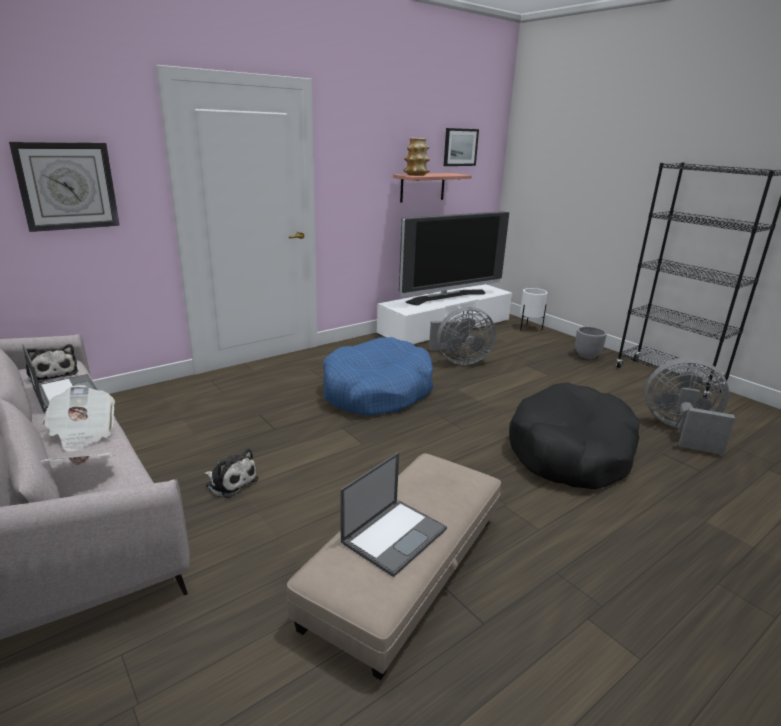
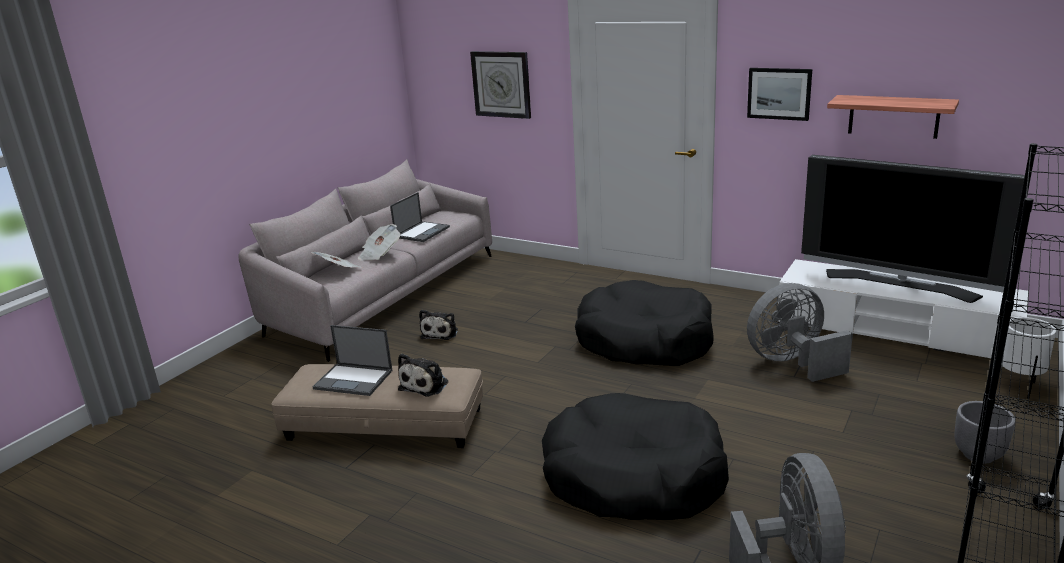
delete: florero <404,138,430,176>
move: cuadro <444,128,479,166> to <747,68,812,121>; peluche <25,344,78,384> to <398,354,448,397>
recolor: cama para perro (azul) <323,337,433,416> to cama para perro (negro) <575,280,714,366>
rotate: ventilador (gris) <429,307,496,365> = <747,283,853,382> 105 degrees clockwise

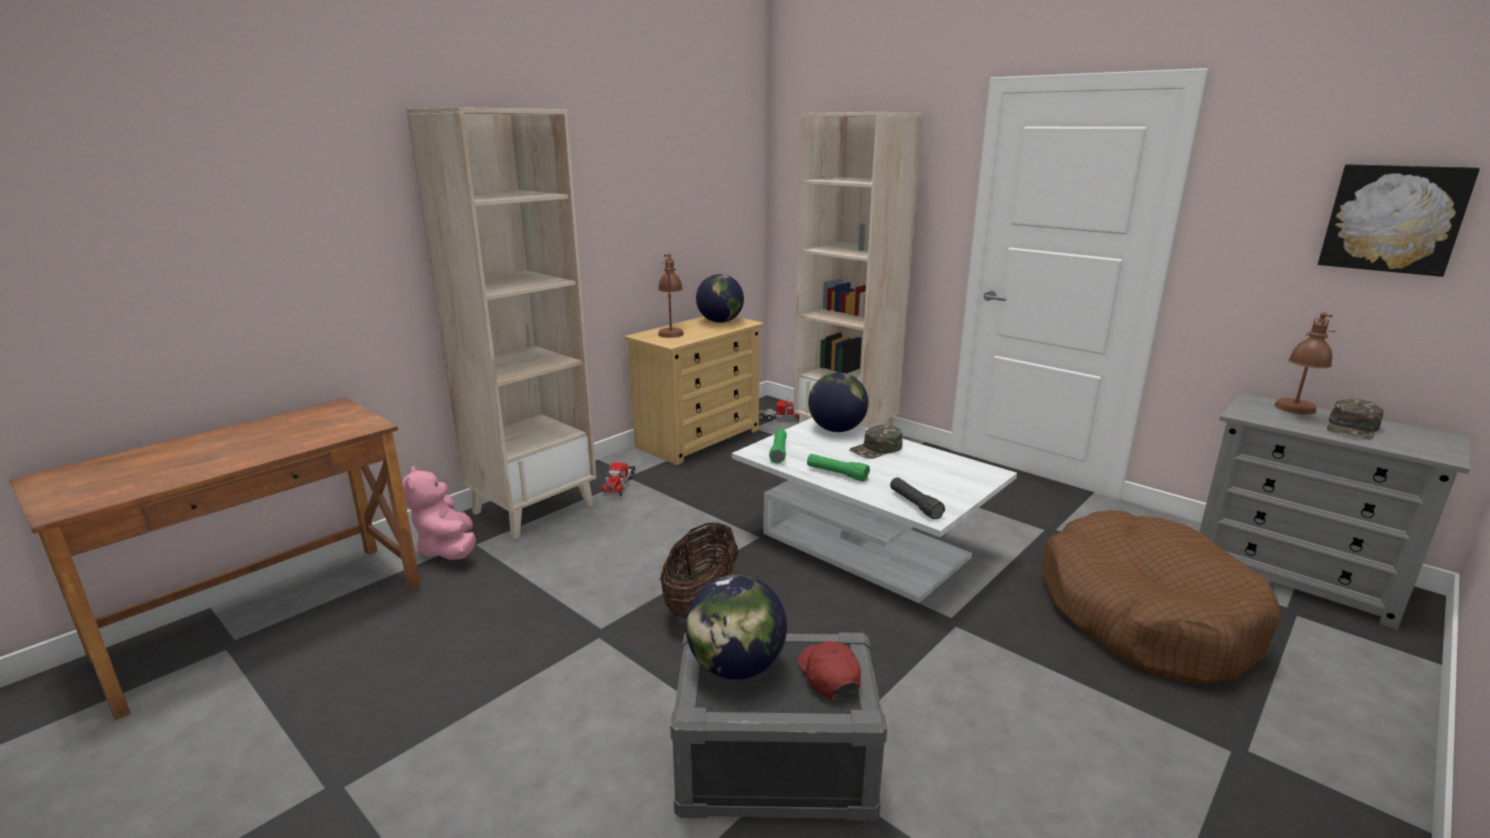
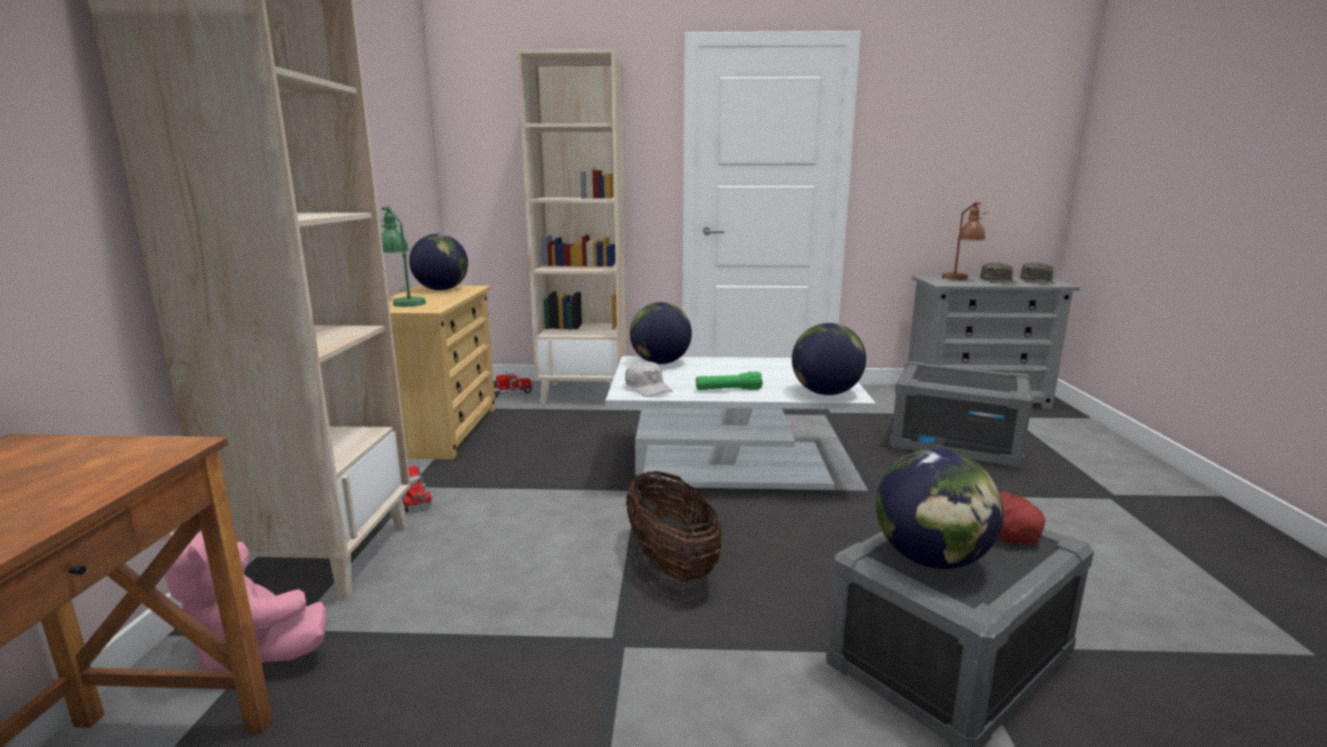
delete: cuadro <1318,164,1480,277>
move: gorra (verde) <849,425,903,459> to <1020,262,1055,284>
replace: linterna (verde) <769,429,787,464> to gorra (blanco) <625,360,672,397>; linterna (negro) <890,477,945,519> to globo terráqueo <792,323,866,395>; cama para perro (marrón) <1042,510,1281,685> to caja de almacenaje (gris) <890,361,1033,469>
recolor: lámpara de mesa (marrón) <658,254,684,338> to lámpara de mesa (verde) <380,206,426,307>

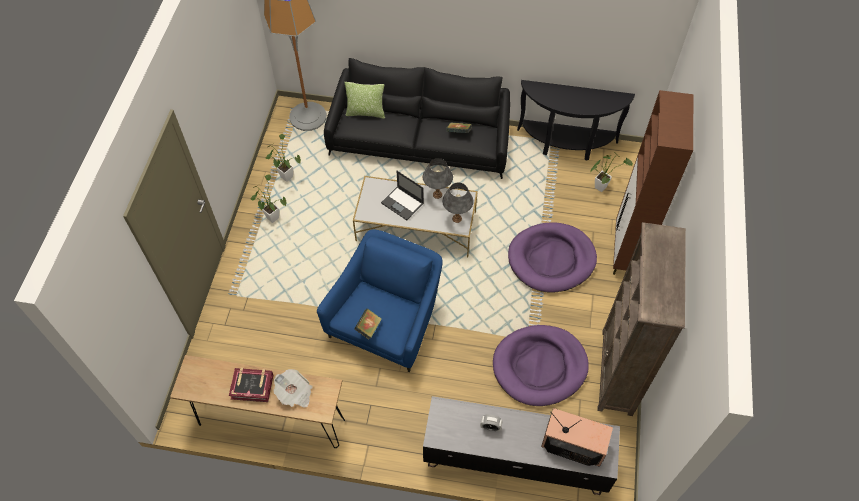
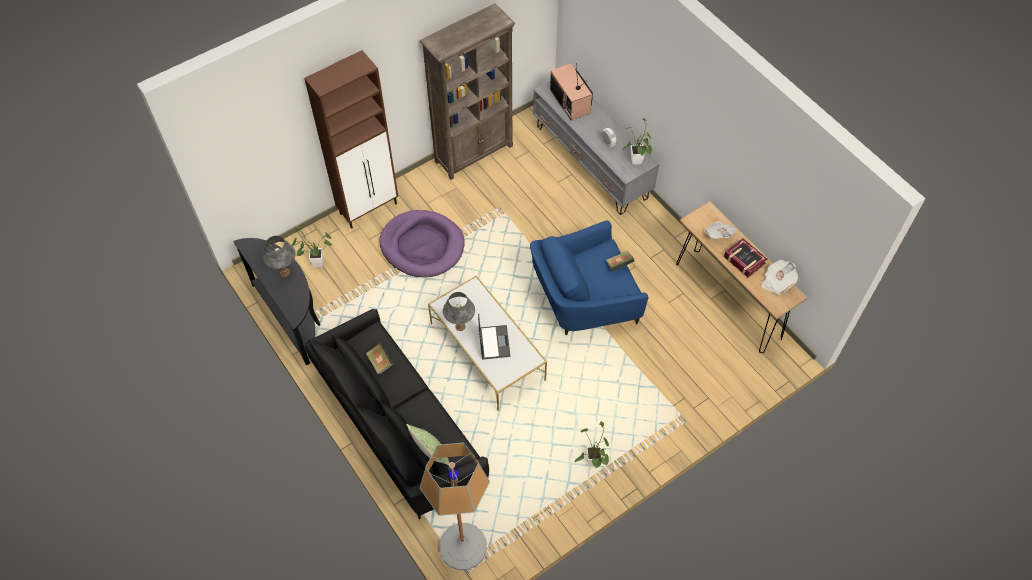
delete: cama para perro (morado) <493,325,589,406>
insert: periódico <761,260,798,295>
move: planta en maceta <265,134,301,182> to <622,118,652,165>; lámpara de mesa (gris) <442,182,474,223> to <262,236,296,277>

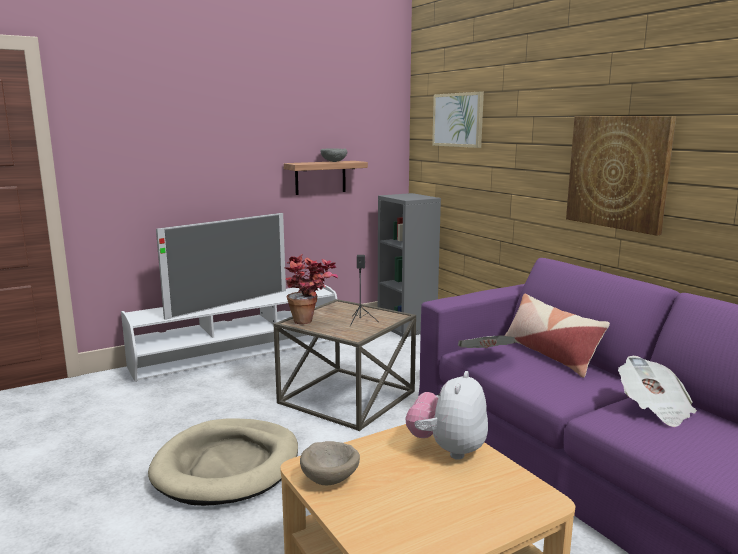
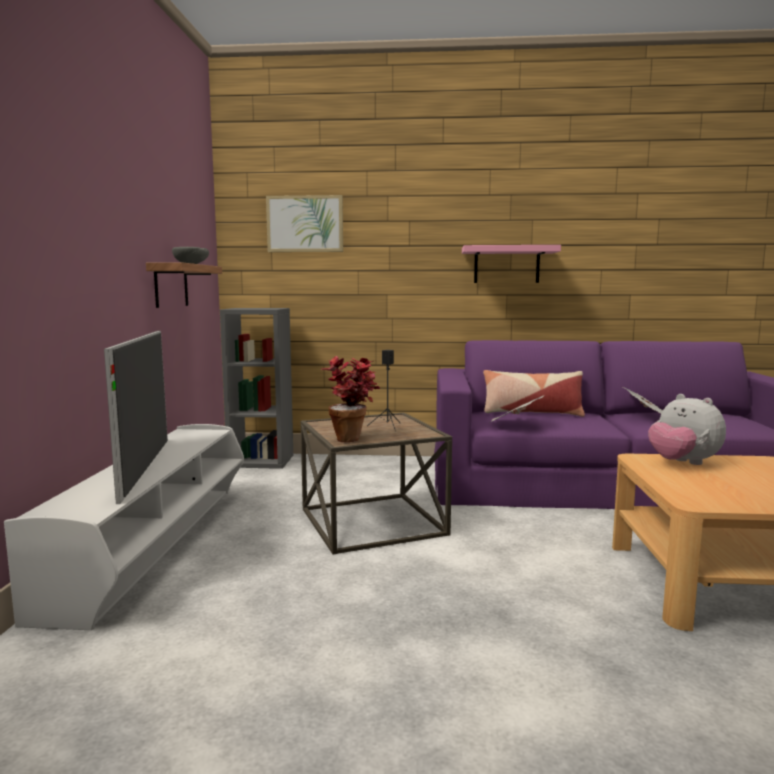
delete: cama para perro (beis) <148,419,298,506>; cuenco (beis) <300,441,360,485>
replace: cuadro <566,116,676,236> to estante (rosa) <462,245,561,283>

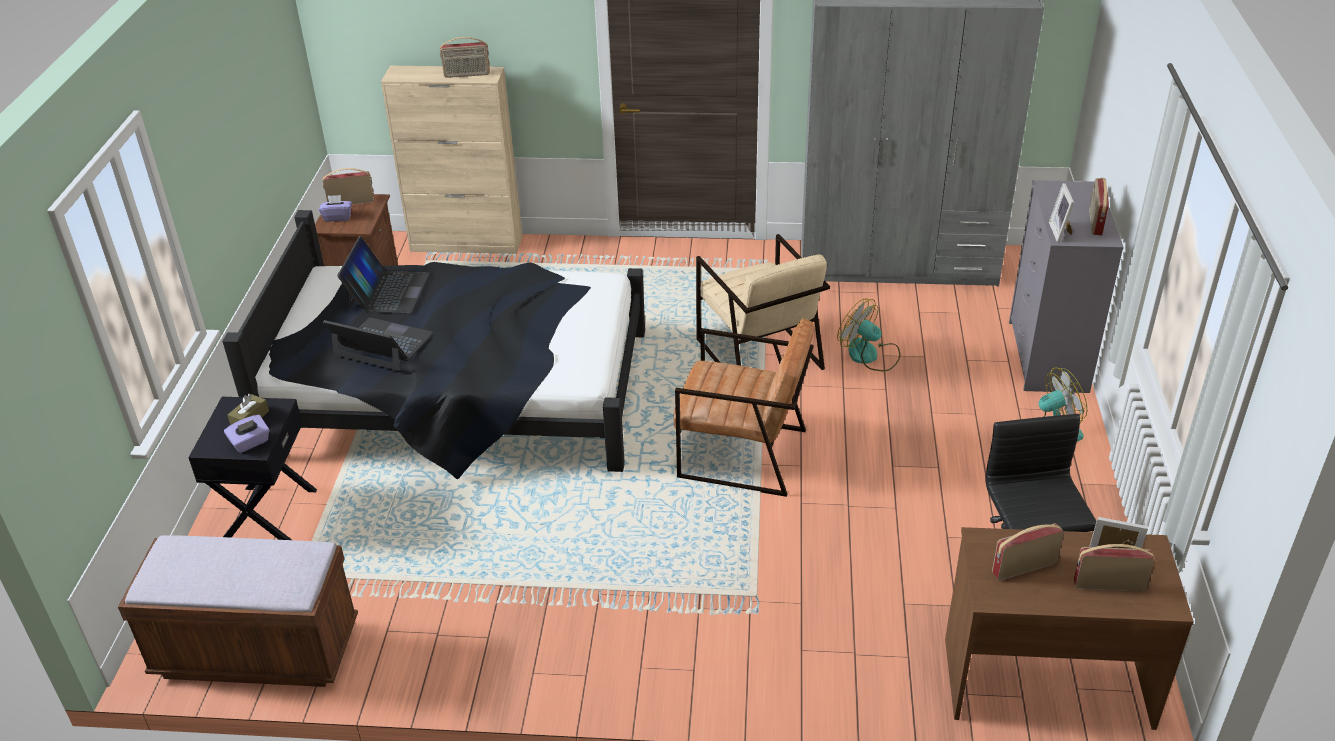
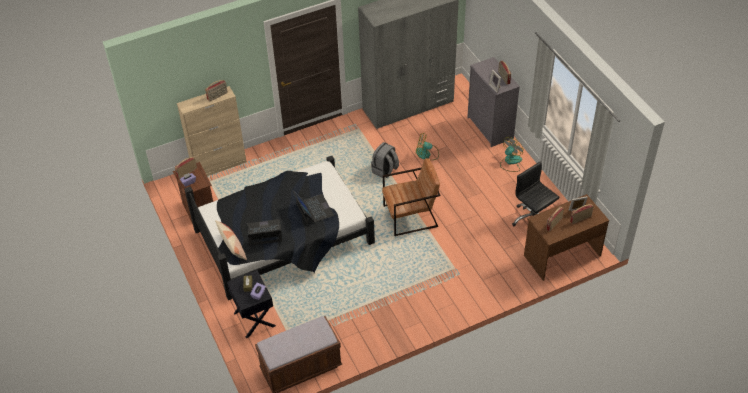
insert: cojín <215,220,247,260>
move: portátil <337,236,430,314> to <293,191,334,225>
replace: sillón (beis) <696,234,830,370> to mochila (gris) <371,142,399,178>

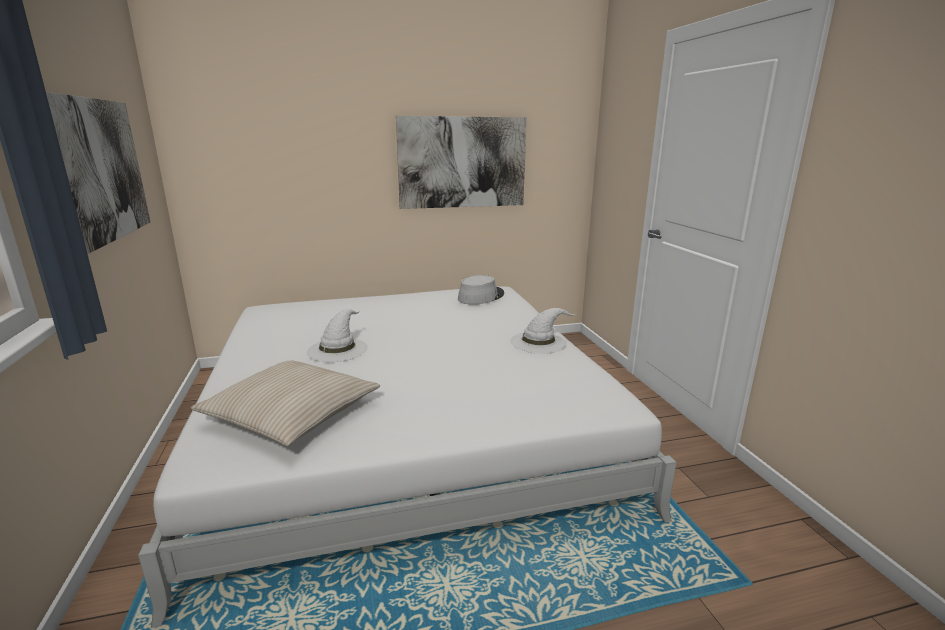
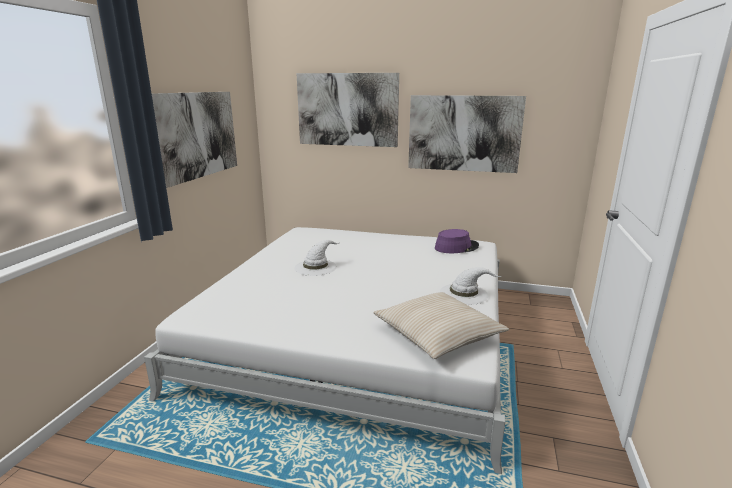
insert: cuadro <297,73,399,147>
move: cojín (beis) <191,360,380,446> to <374,292,509,359>
recolor: sombrero (gris) <458,275,504,305> to sombrero (morado) <435,229,479,253>

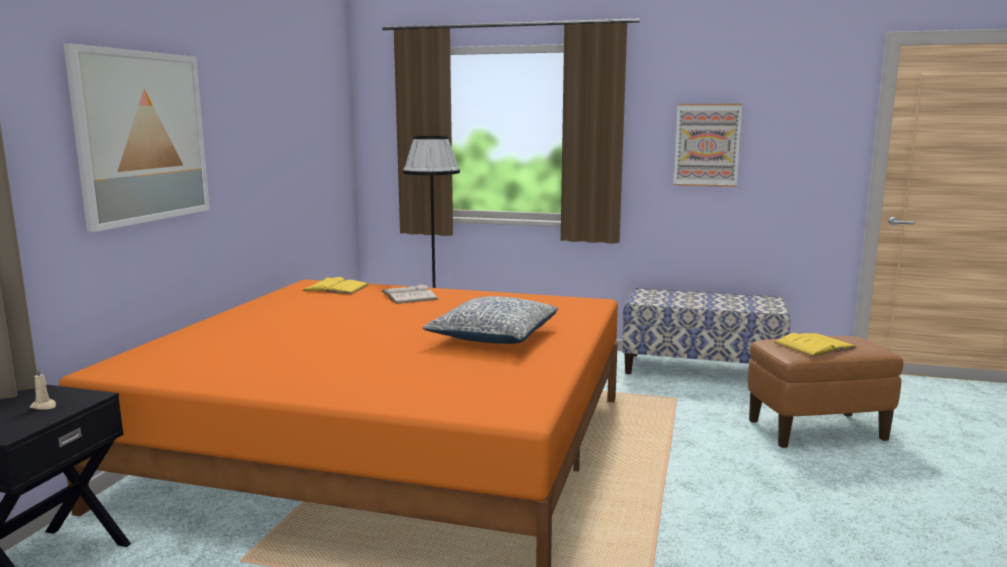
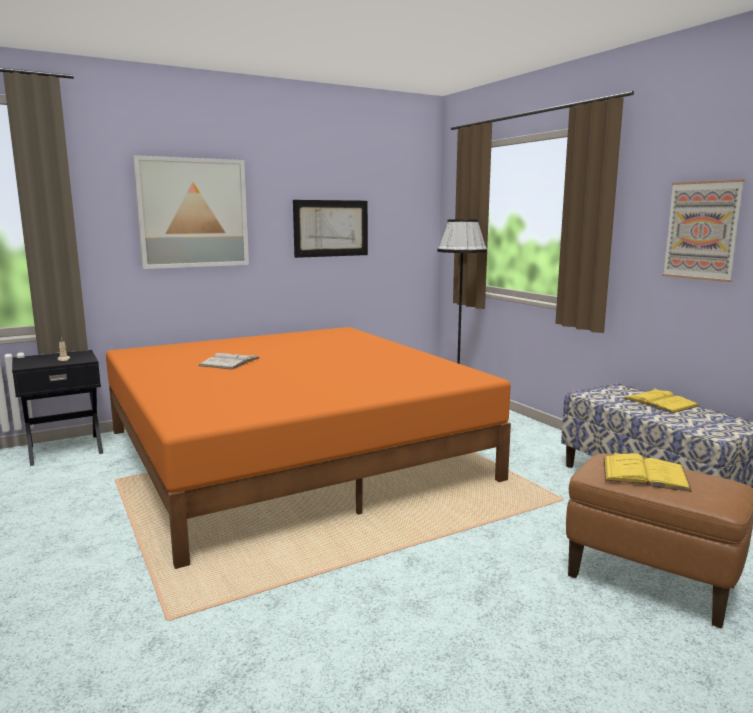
delete: cojín <423,296,558,344>
insert: cuadro <293,200,368,258>
move: libro (amarillo) <302,277,368,294> to <623,388,699,413>; libro (blanco) <382,283,438,304> to <198,353,259,370>

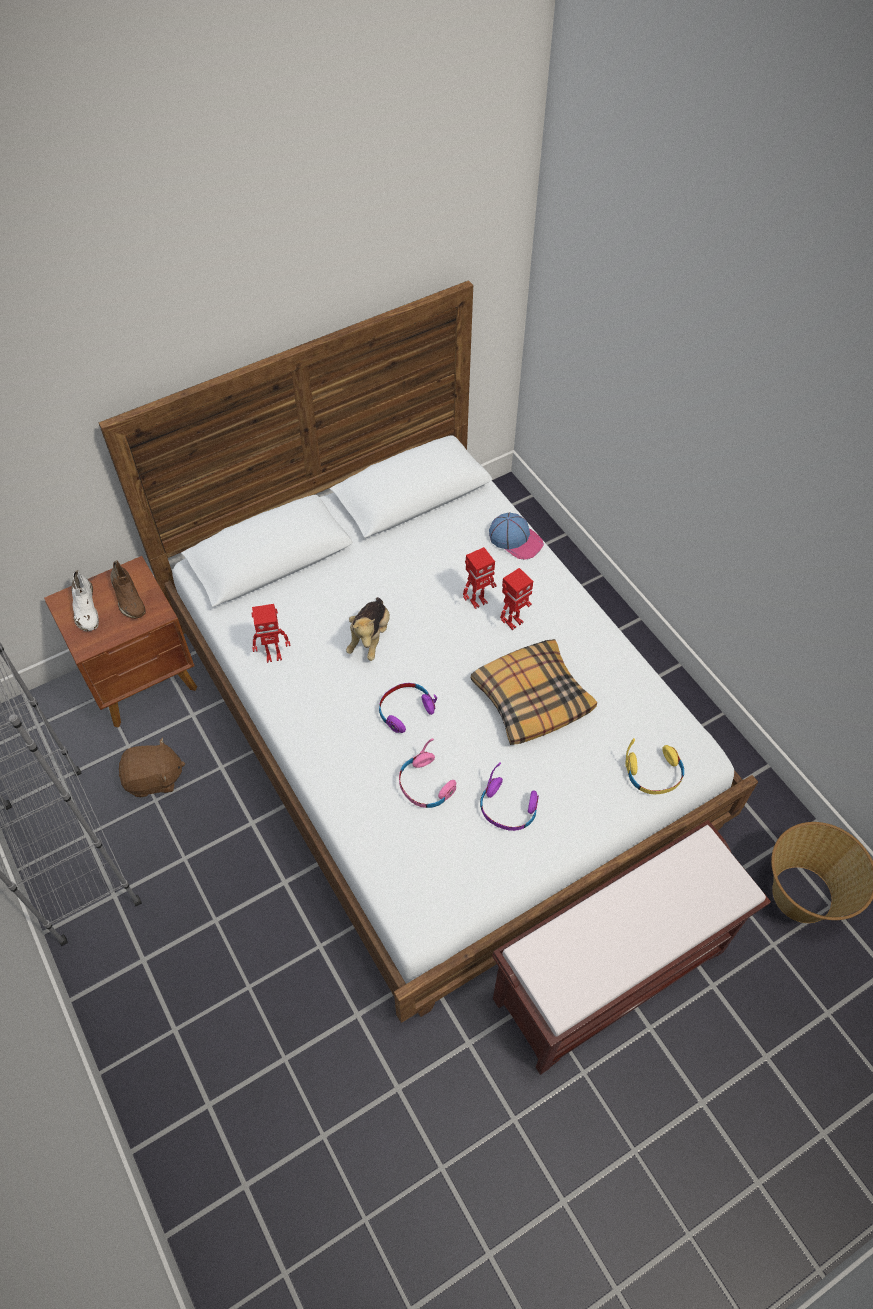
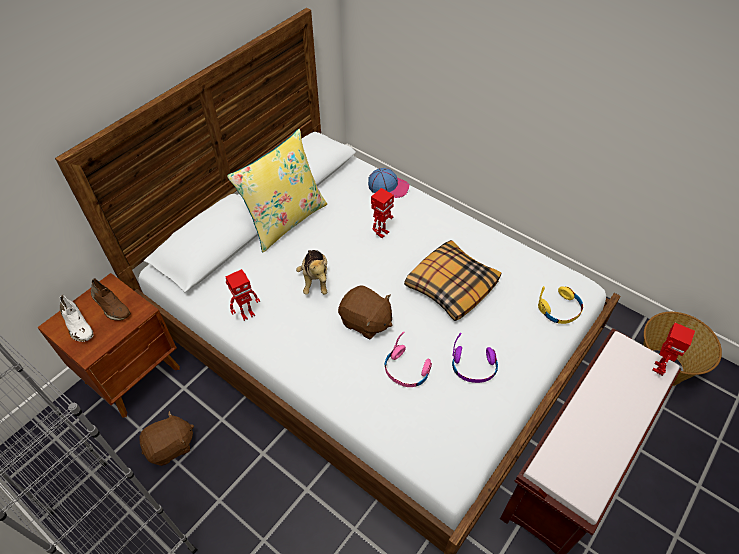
insert: cojín (amarillo) <227,129,327,252>
move: robot de juguete <500,568,533,630> to <652,323,695,376>
replace: auriculares (morado) <379,683,437,733> to peluche (marrón) <338,285,392,340>

